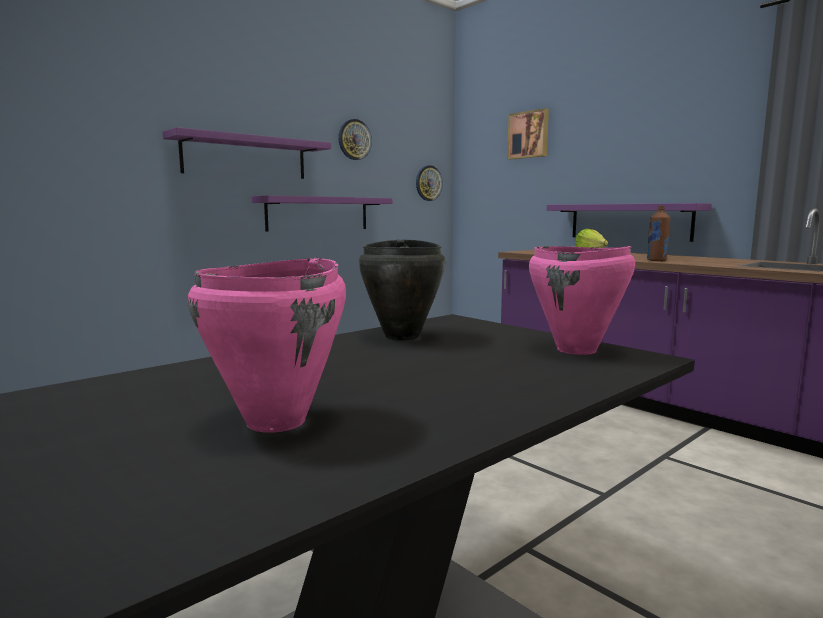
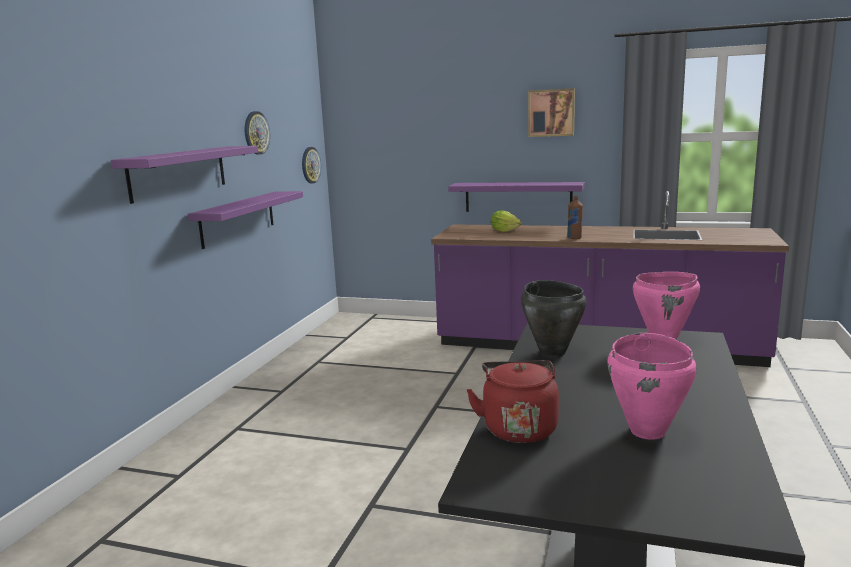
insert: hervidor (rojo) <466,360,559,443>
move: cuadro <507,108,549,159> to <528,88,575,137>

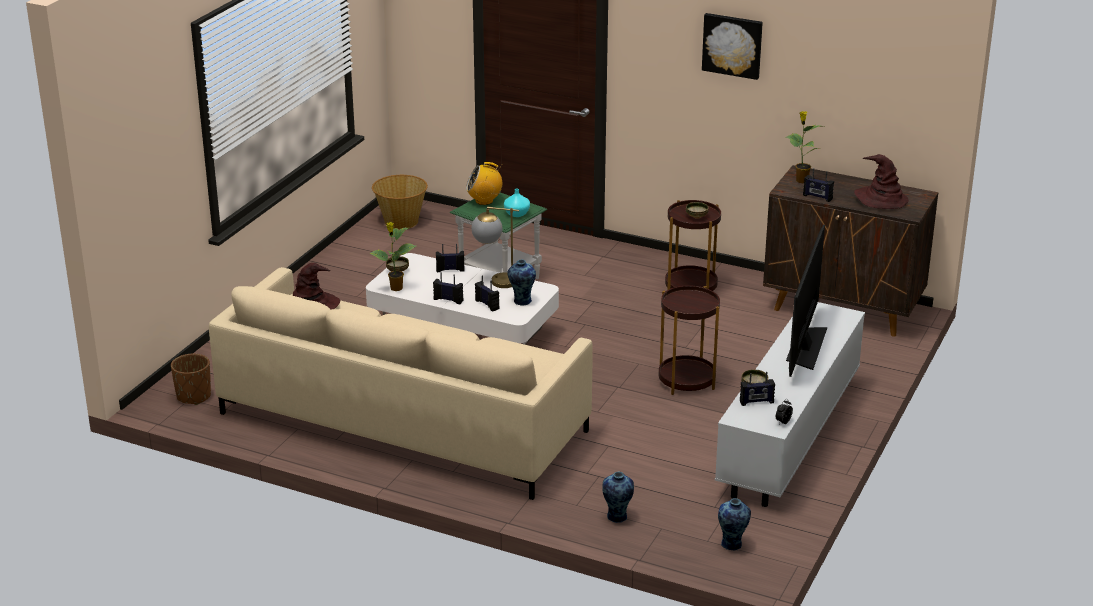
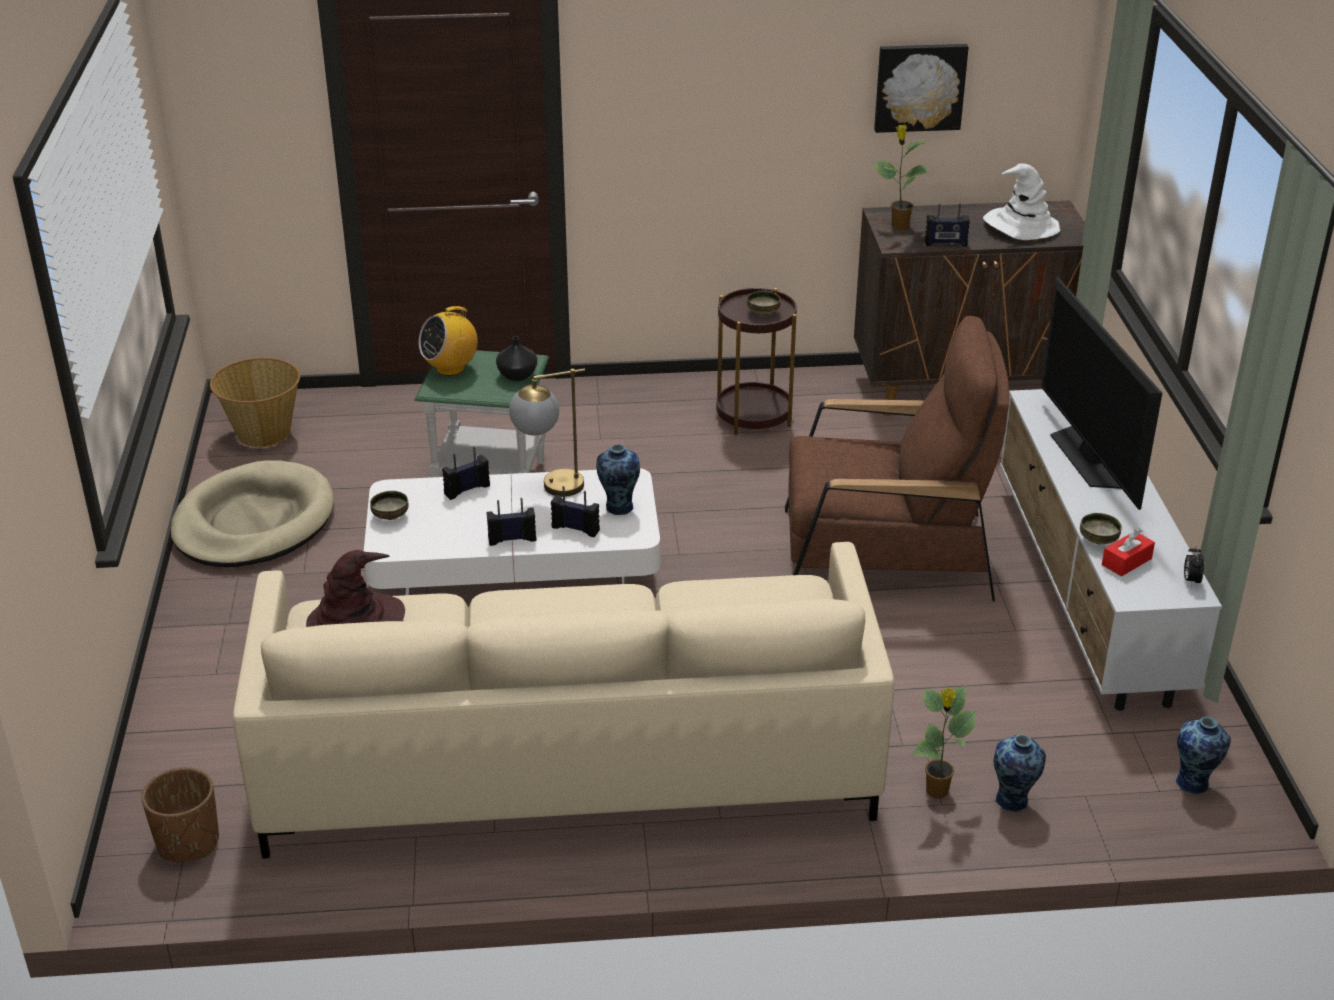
insert: cama para perro (beis) <171,460,334,567>
move: cuadro <702,13,763,80> to <874,44,969,133>; planta en maceta <369,222,416,291> to <912,685,976,799>
replace: mesa auxiliar (marrón) <659,285,720,395> to sillón (marrón) <785,316,1009,601>; radio <740,372,775,406> to caja de pañuelos (rojo) <1102,528,1155,576>
recolor: sombrero (marrón) <854,154,909,209> to sombrero (blanco) <983,164,1060,240>; florero (turquesa) <504,188,530,217> to florero (negro) <496,336,538,381>

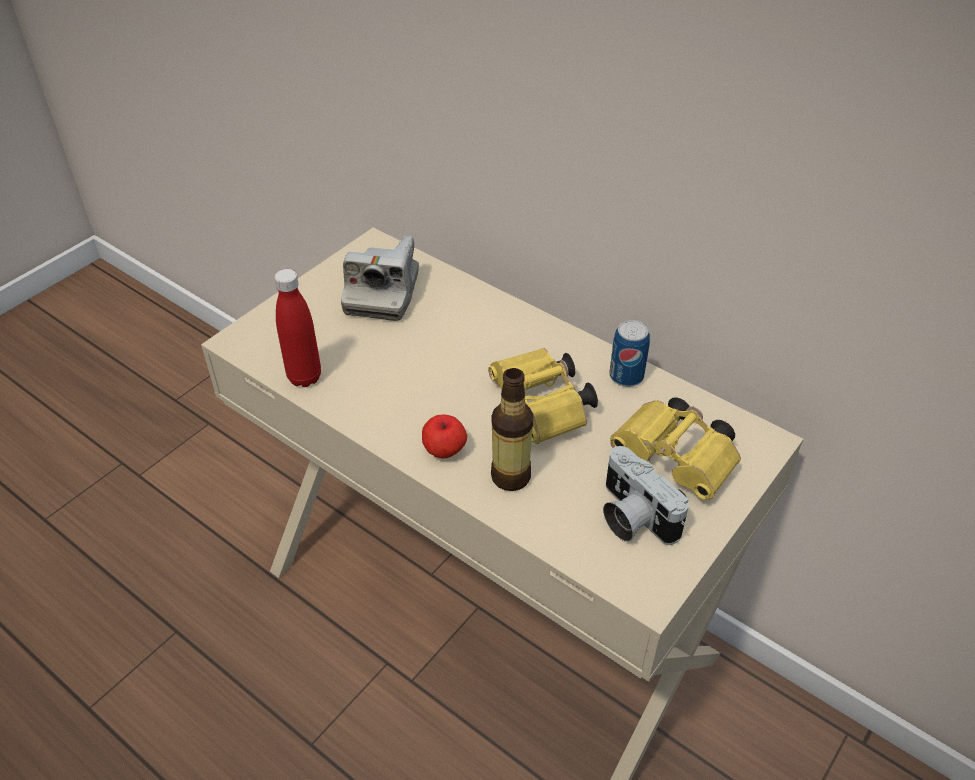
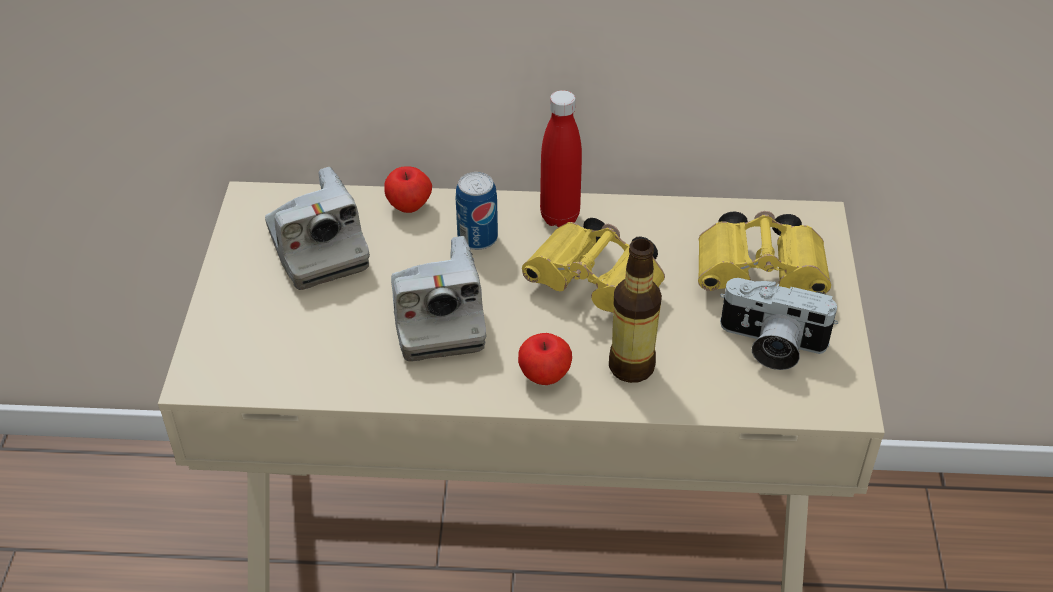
insert: manzana <384,166,432,213>; cámara <391,236,486,361>
move: botella (rojo) <274,269,321,387> to <540,90,582,227>; lata <609,320,650,387> to <456,172,498,250>

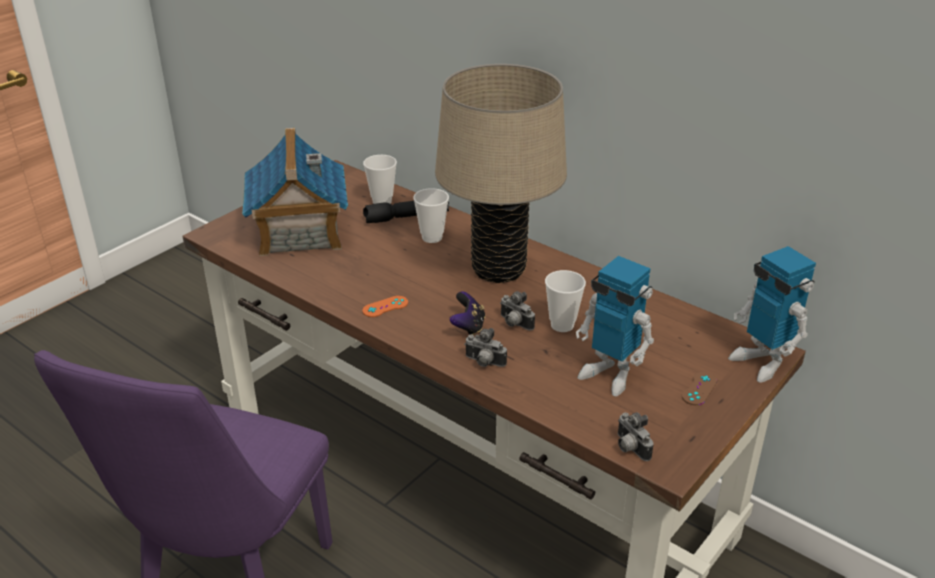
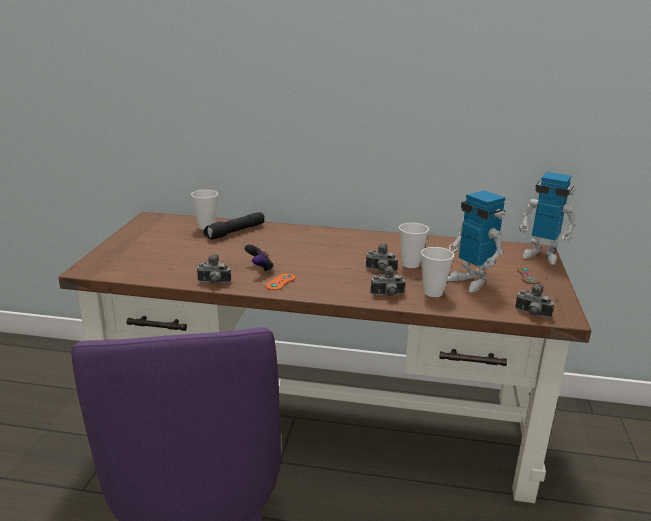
delete: lámpara de mesa (beis) <435,64,567,283>; casita <242,128,348,256>
insert: cámara <196,254,231,284>
move: taza <414,188,449,243> to <421,247,454,297>; mando de consola <449,291,485,335> to <244,244,274,272>
rotate: robot de juguete <576,256,654,396> = <447,190,506,292> 45 degrees clockwise

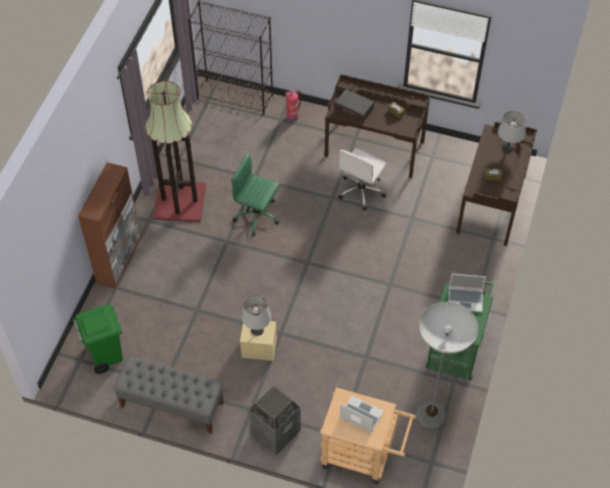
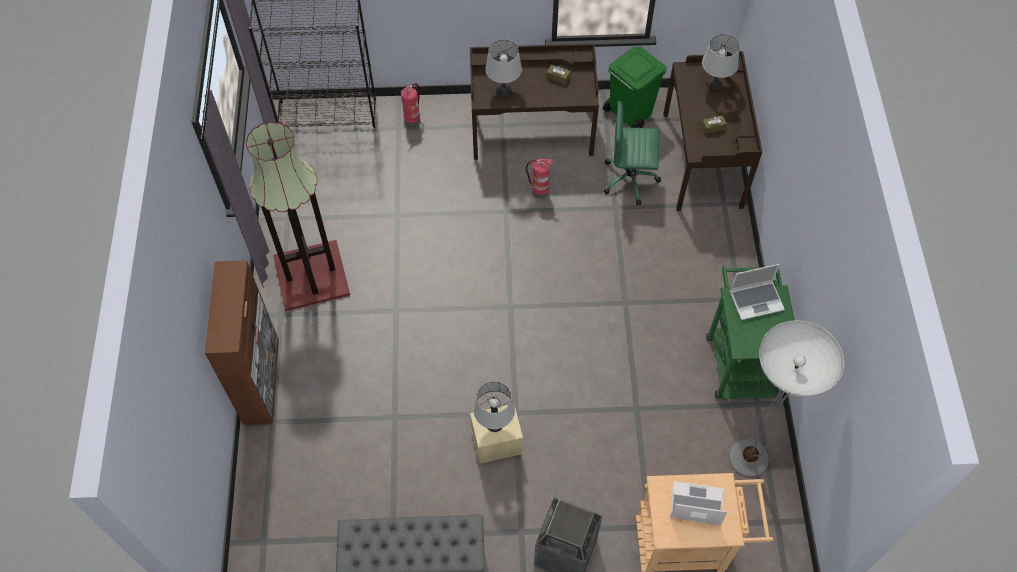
move: silla de oficina (verde) <231,154,280,236> to <604,101,661,205>; papelera (verde) <73,305,123,374> to <603,47,667,128>
replace: radio <334,89,374,124> to lámpara de mesa (gris) <486,39,522,96>; silla de oficina (blanco) <338,148,387,211> to extintor <526,159,553,199>

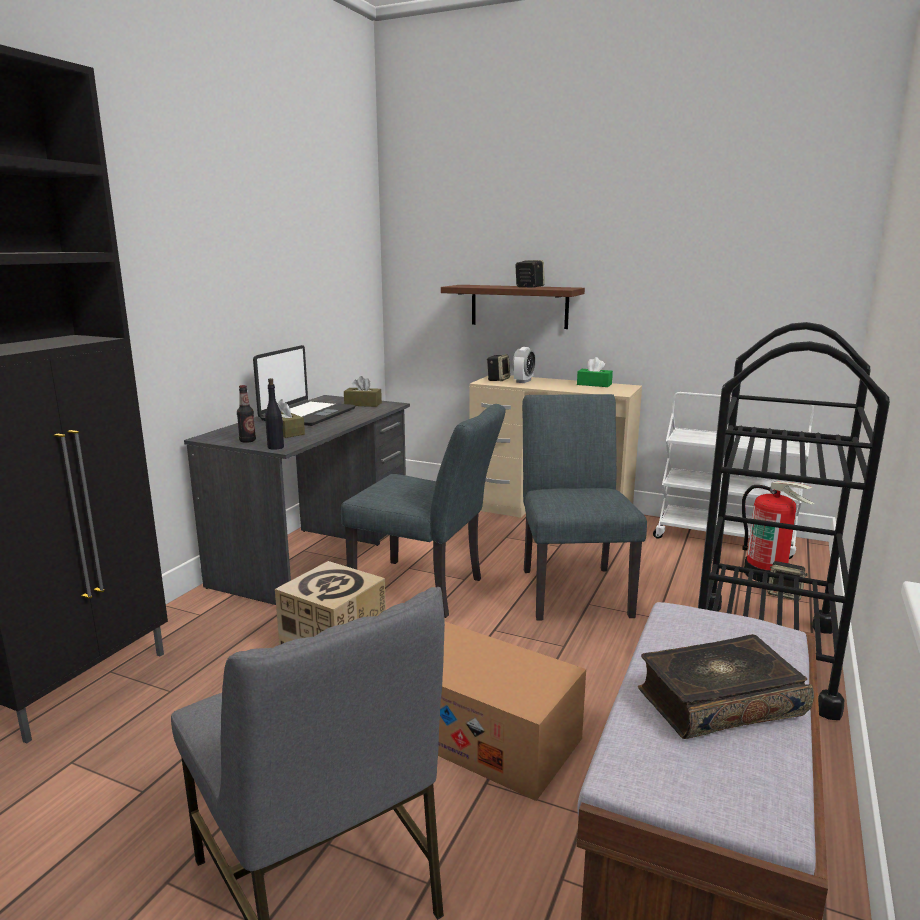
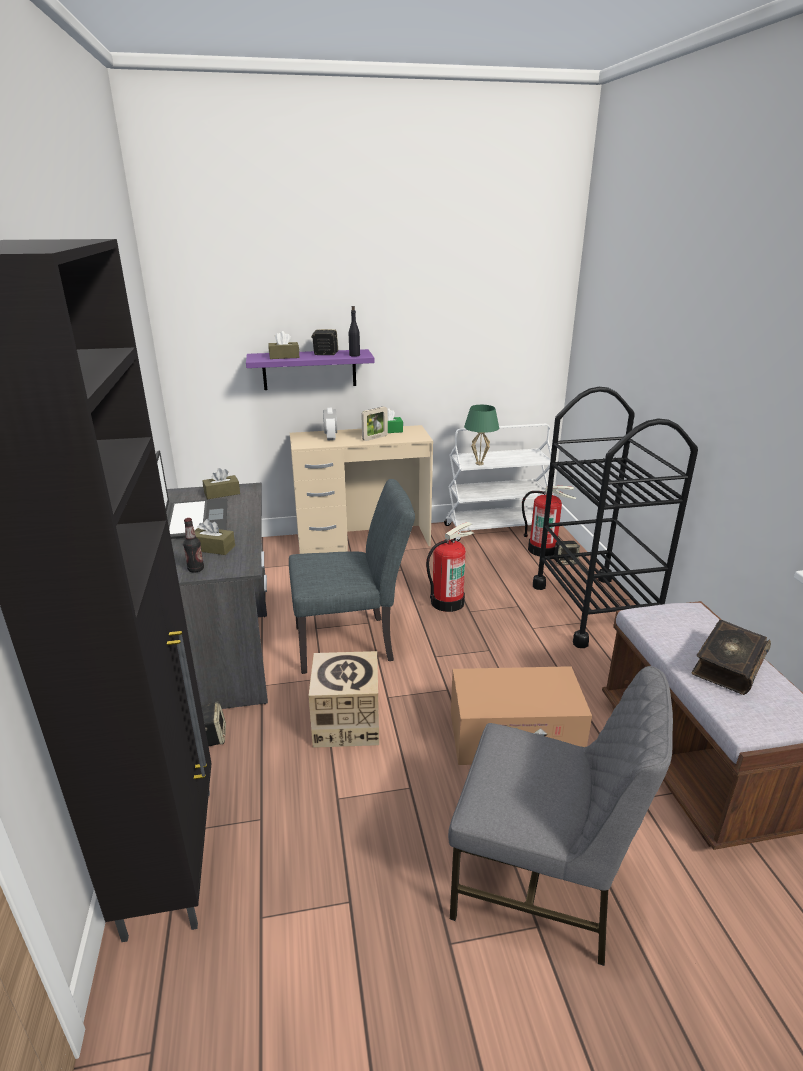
insert: caja de pañuelos (marrón) <268,331,299,359>; lámpara de mesa (verde) <464,405,499,465>; portarretratos <361,406,388,441>
move: altavoz <487,354,510,381> to <201,702,226,746>; botella (negro) <265,378,284,450> to <349,306,360,357>
replace: silla (gris) <522,394,647,621> to extintor <426,522,473,612>
recolor: estante (marrón) <441,285,585,329> to estante (morado) <246,349,375,390>

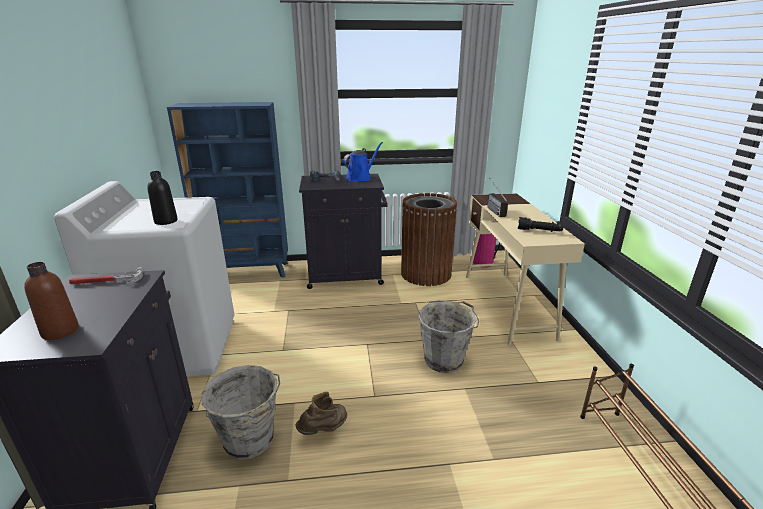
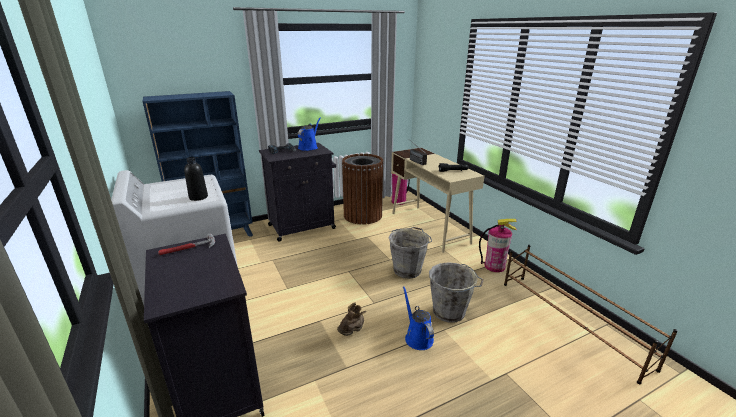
delete: botella (marrón) <24,262,79,340>
insert: extintor <479,219,517,272>; regadera (azul) <403,286,434,350>
move: cubo (gris) <201,365,280,460> to <429,262,484,323>

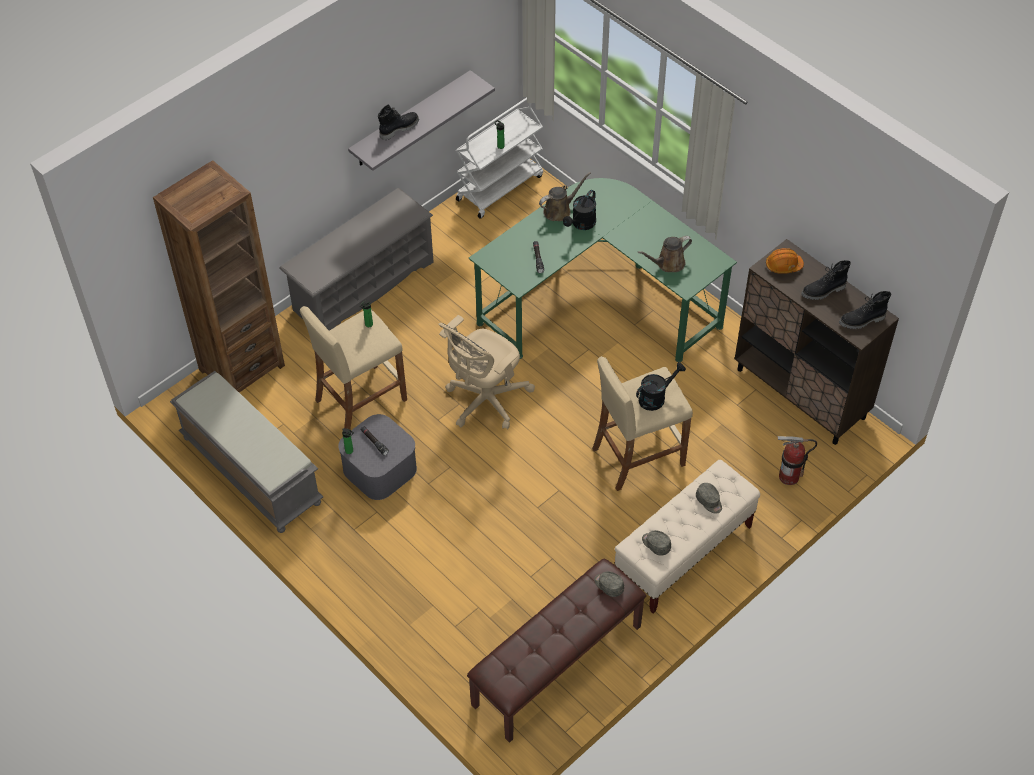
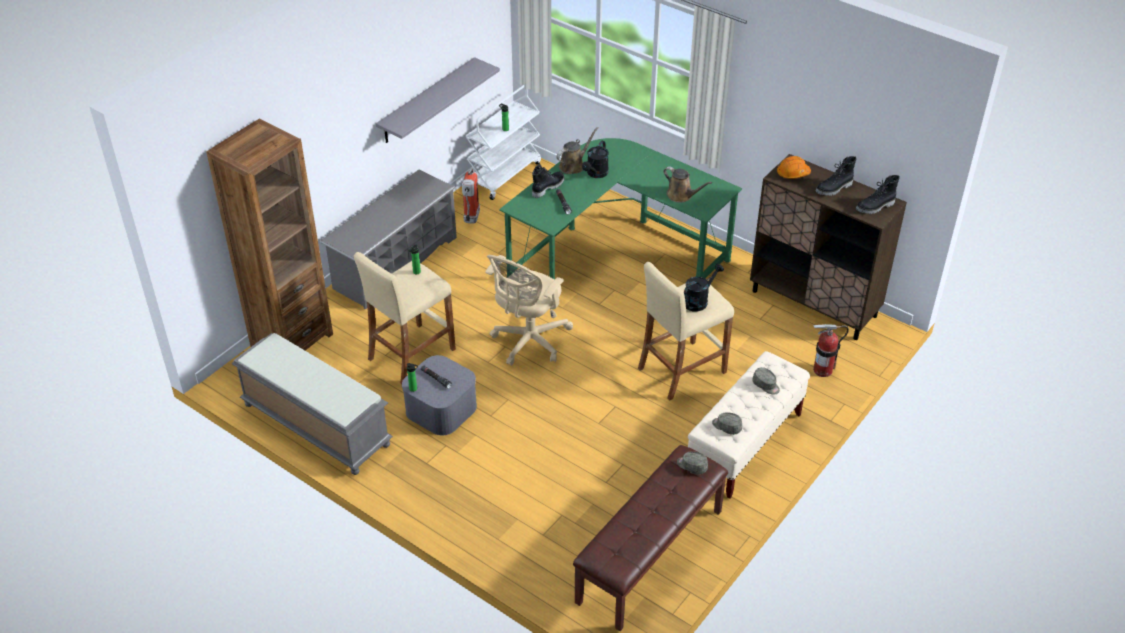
insert: extintor <462,167,480,224>
move: bota (negro) <378,104,419,140> to <532,164,565,198>
rotate: regadera (marrón) <638,236,692,272> = <663,166,712,202> 105 degrees counterclockwise

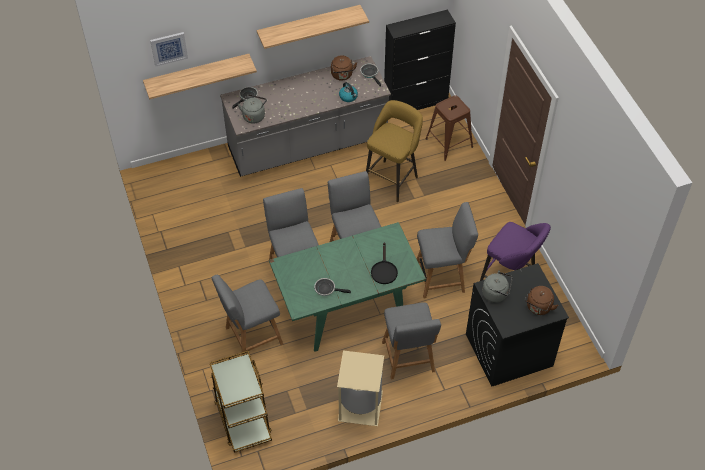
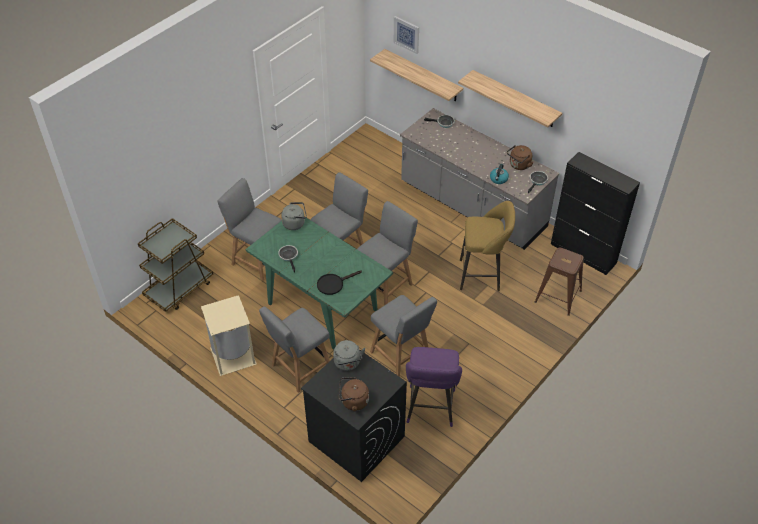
move: hervidor (gris) <238,94,267,124> to <281,202,307,230>

